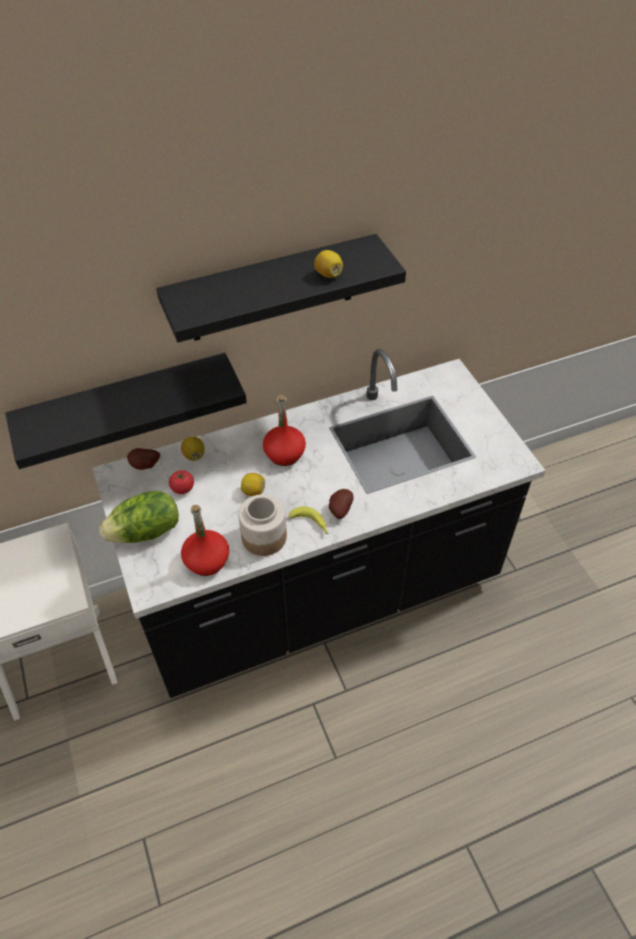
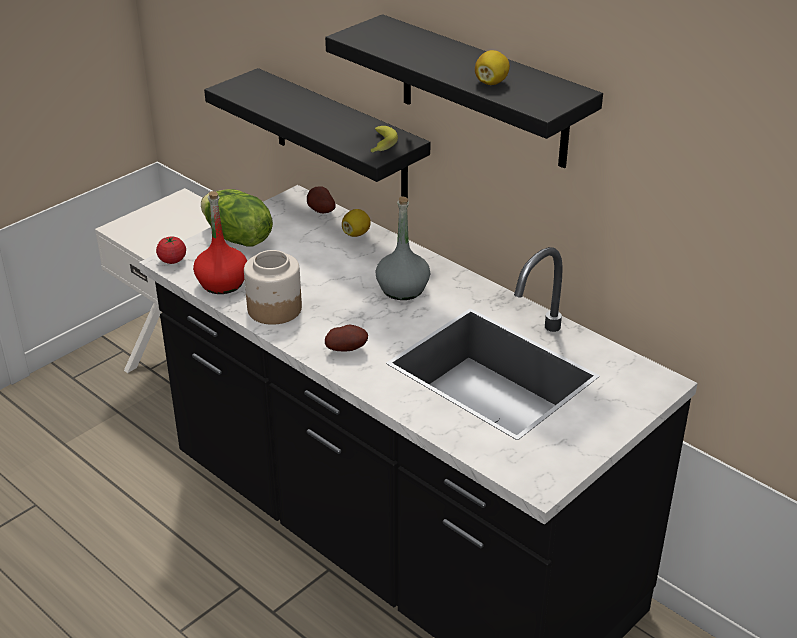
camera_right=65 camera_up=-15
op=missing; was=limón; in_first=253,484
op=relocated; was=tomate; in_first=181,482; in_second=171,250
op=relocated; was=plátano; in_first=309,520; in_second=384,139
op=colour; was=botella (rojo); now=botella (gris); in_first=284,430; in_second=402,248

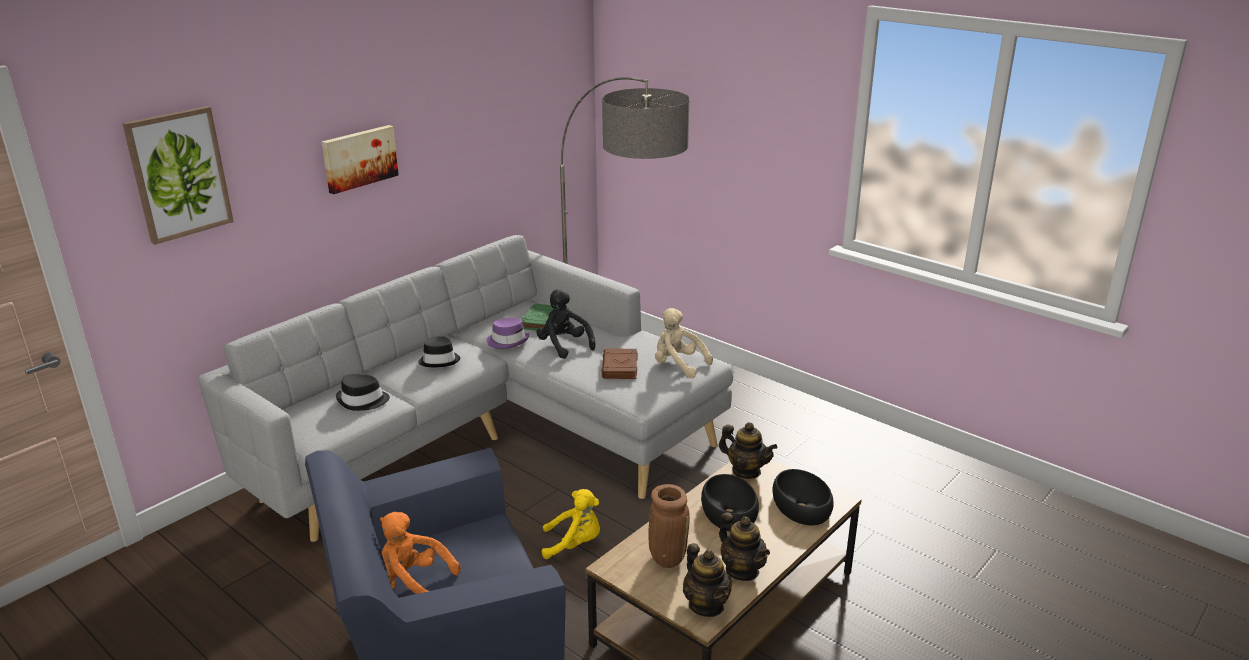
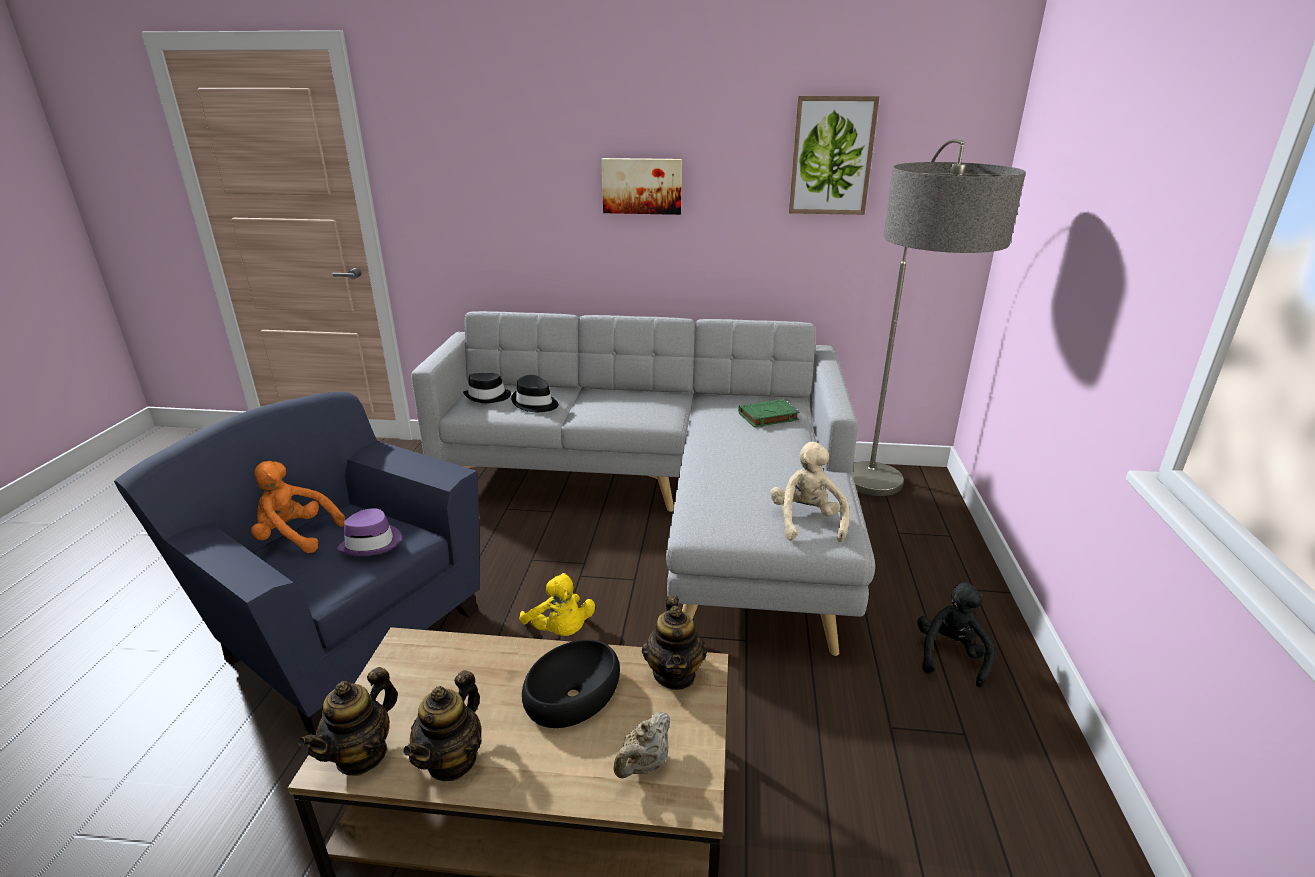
camera_right=55 camera_up=0
op=missing; was=libro (marrón); in_first=619,364
op=missing; was=florero (marrón); in_first=669,526
op=relocated; was=cuadro; in_first=178,175; in_second=834,155
op=relocated; was=sombrero (negro); in_first=439,351; in_second=487,388
op=relocated; was=sombrero (morado); in_first=508,333; in_second=370,532
op=relocated; was=peluche (negro); in_first=566,324; in_second=956,634
op=exchanged; was=cuenco (negro); now=tetera (beis); in_first=803,497; in_second=641,745
op=spun; was=peluche (naranja); in_first=420,553; in_second=298,507; clockwise=-60

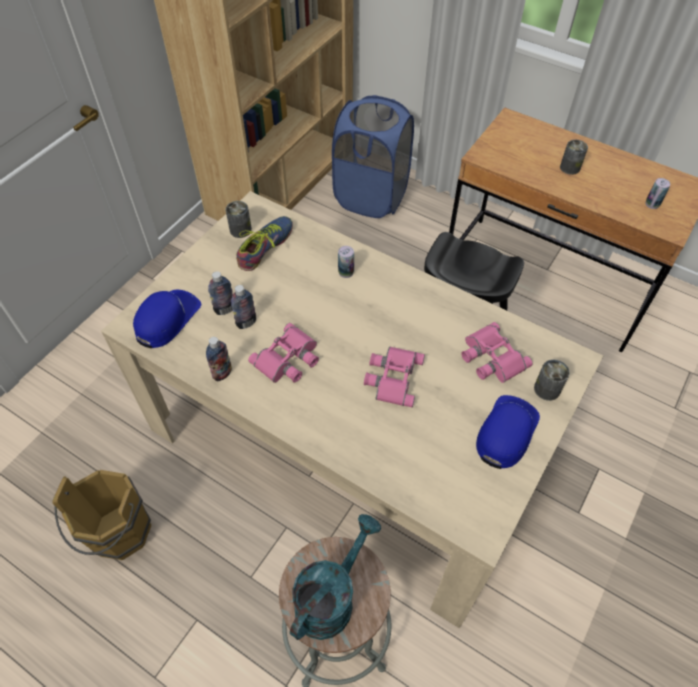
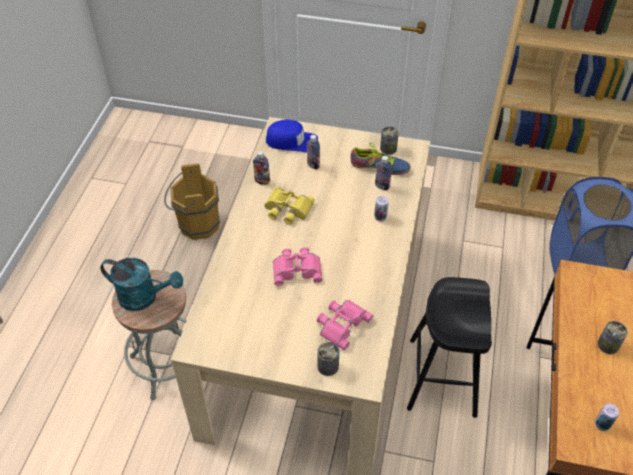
camera_right=70 camera_up=-5
op=missing; was=gorra (azul); in_first=508,432
op=relocated; was=botella; in_first=243,307; in_second=383,173
op=colour; was=prismáticos (rosa); now=prismáticos (amarillo); in_first=283,353; in_second=289,205

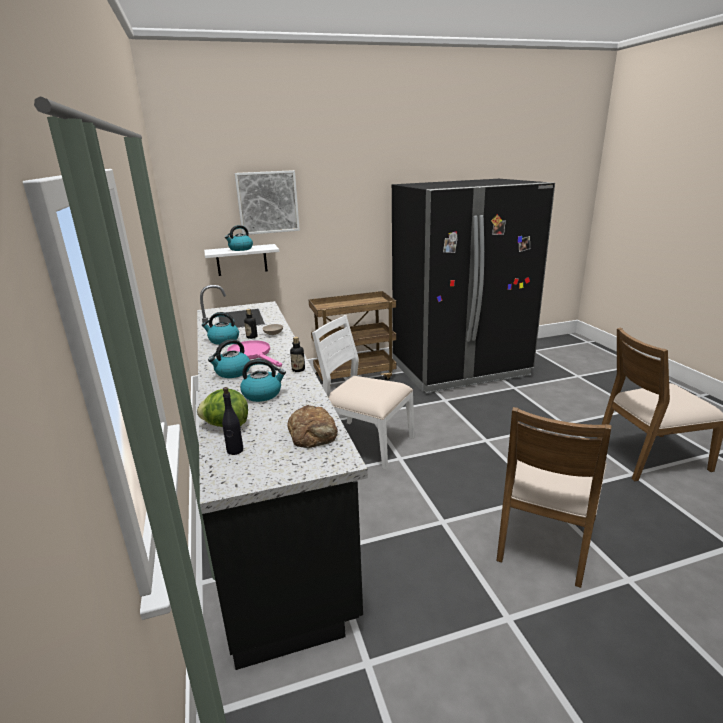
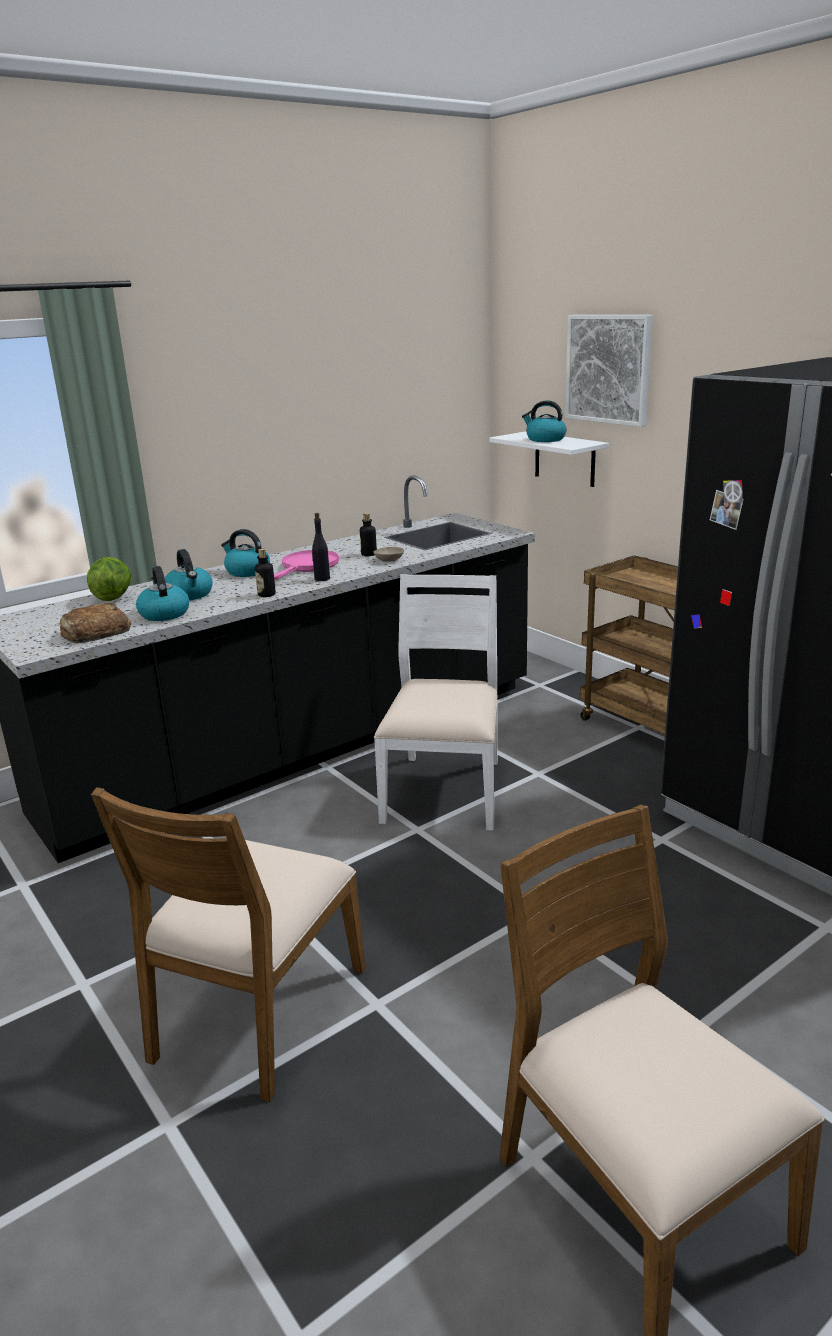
camera_right=70 camera_up=0
op=relocated; was=hervidor; in_first=220,328; in_second=162,593
op=relocated; was=botella (negro); in_first=232,421; in_second=321,547
op=spun; was=silla (marrón); in_first=554,497; in_second=228,944; clockwise=-75

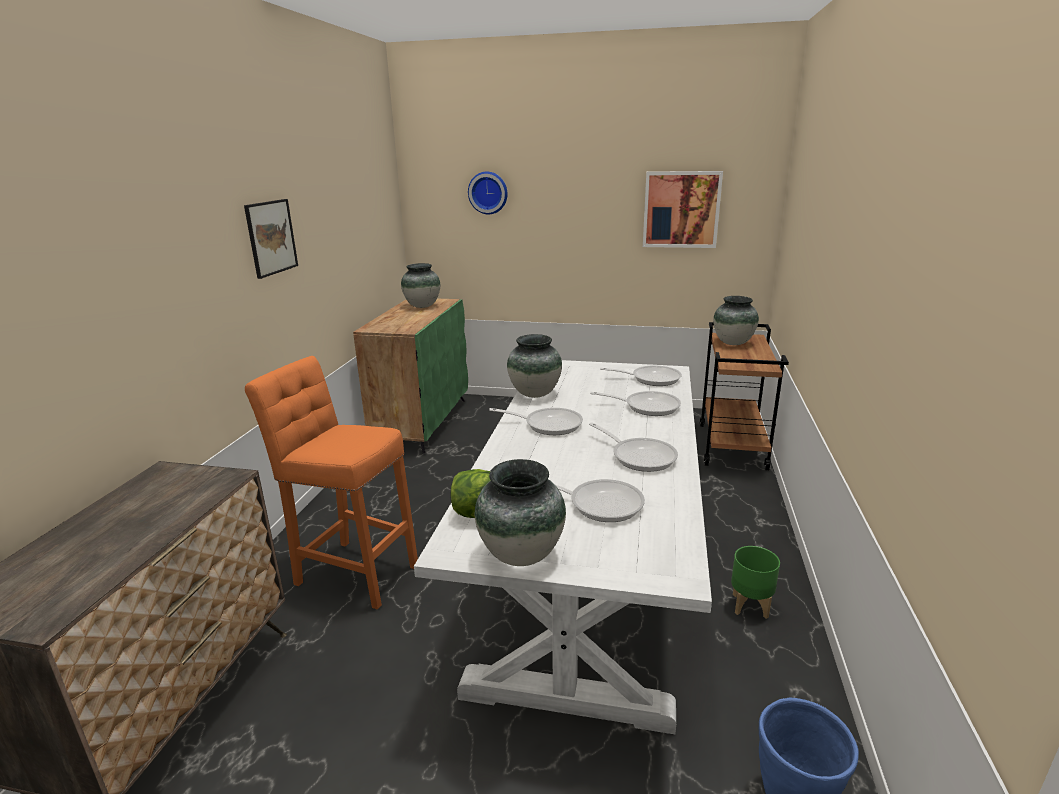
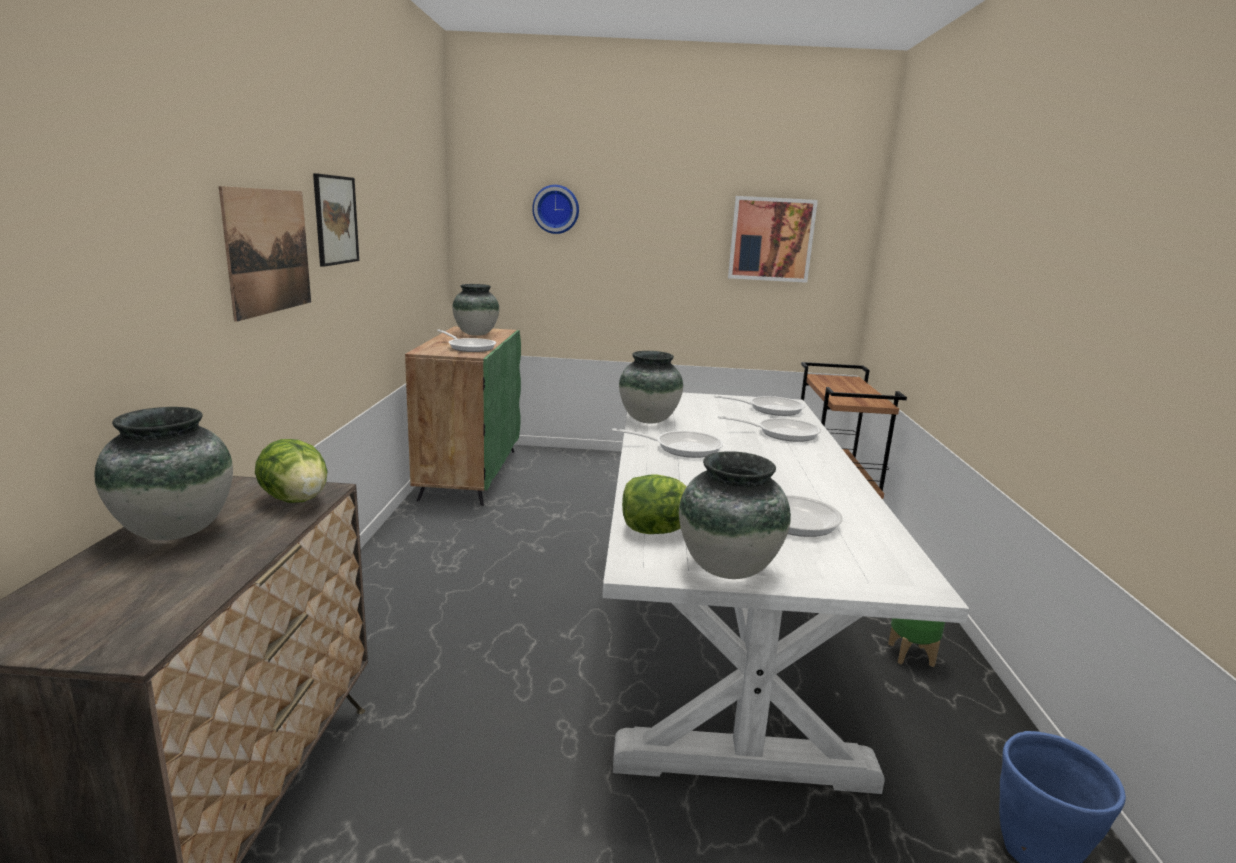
camera_right=-10 camera_up=-5
op=missing; was=taburete (naranja); in_first=331,482
op=appeared; now=cuadro; in_second=265,254
op=appeared; now=lechuga; in_second=291,471
op=relocated; was=sartén; in_first=633,447; in_second=466,340
op=relocated; was=florero; in_first=736,320; in_second=163,473

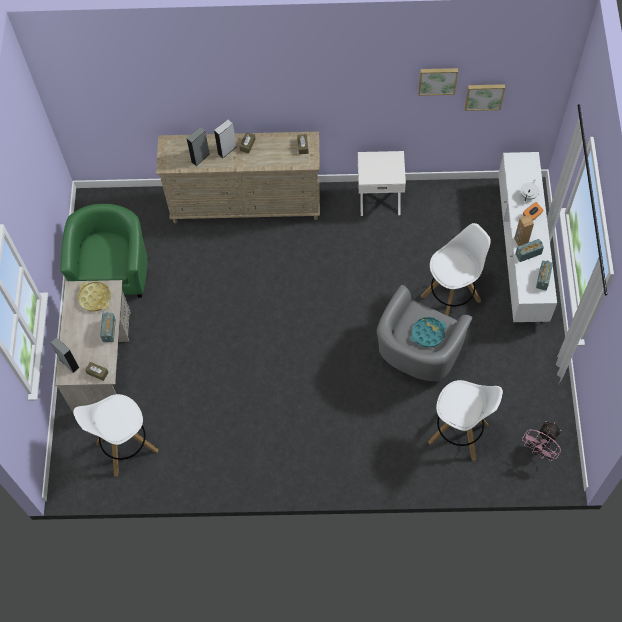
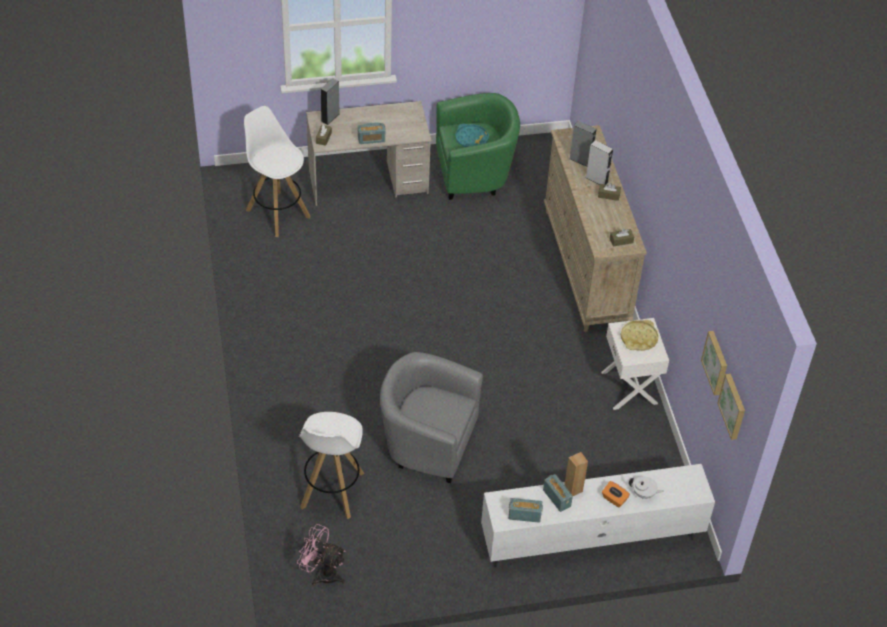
camera_right=75 camera_up=-15
op=missing; was=taburete (blanco); in_first=456,269
op=relocated; was=bandeja (amarillo); in_first=94,296; in_second=639,335
op=relocated; was=bandeja (turquesa); in_first=428,332; in_second=472,135
op=relocated; was=cuadro; in_first=438,82; in_second=731,407

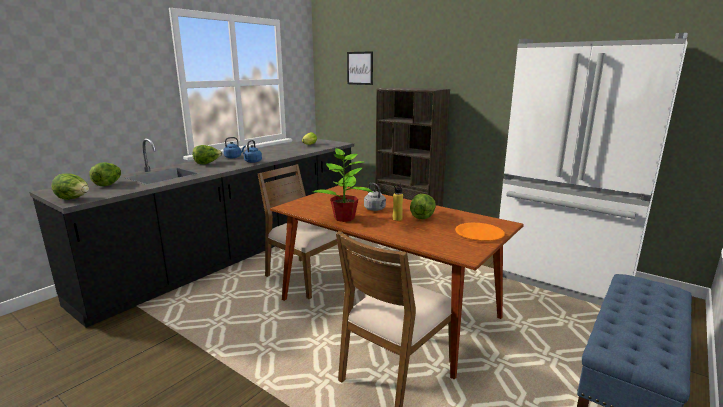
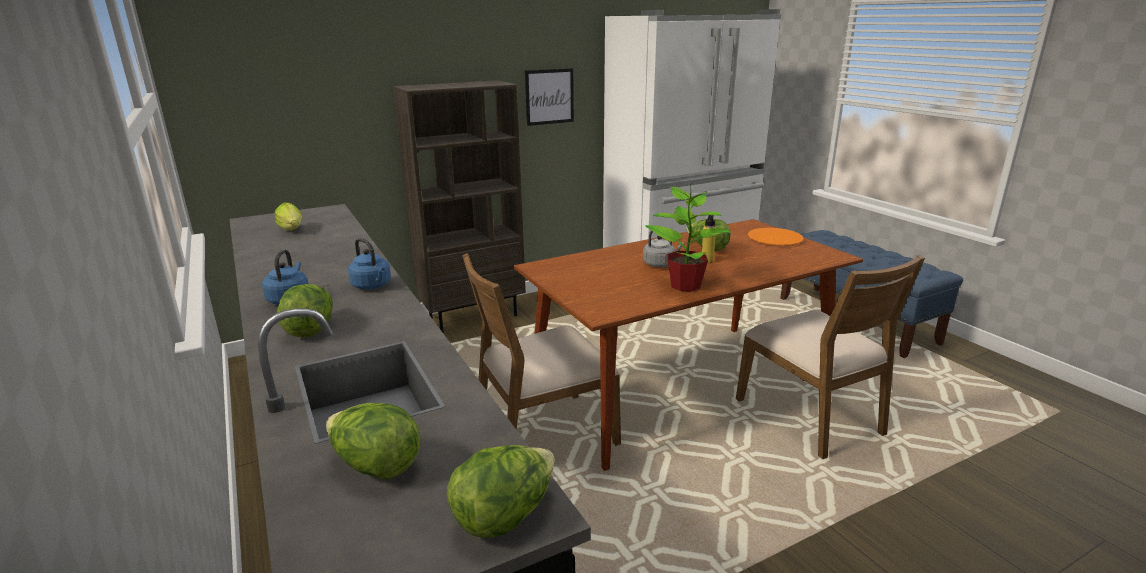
camera_right=-65 camera_up=5
op=relocated; was=cuadro; in_first=360,68; in_second=549,97

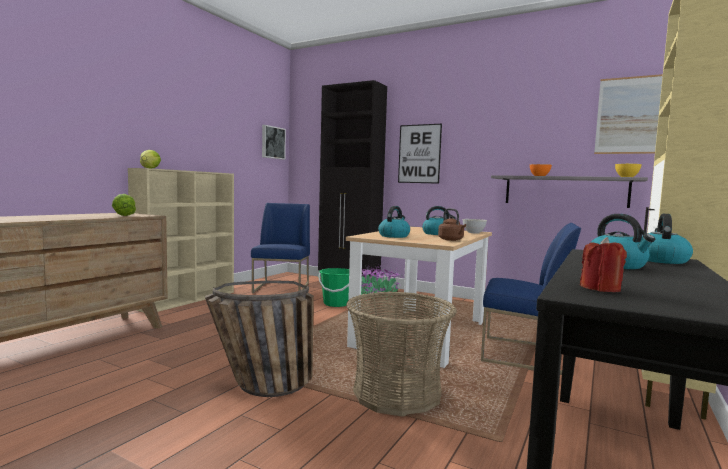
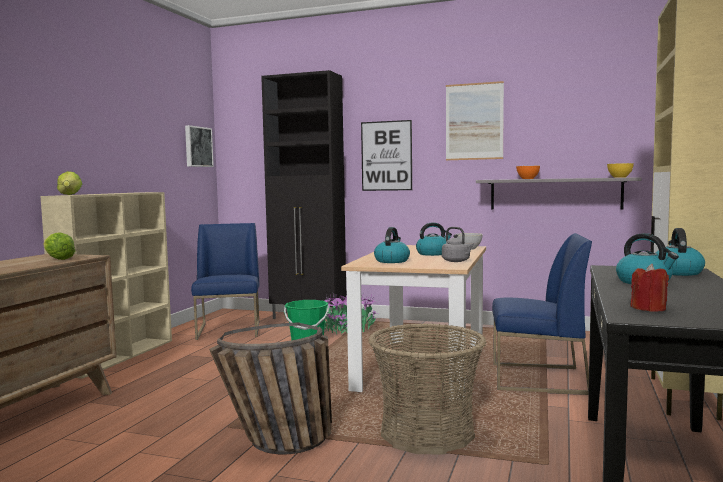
camera_right=-10 camera_up=0
op=relocated; was=cuadro; in_first=628,114; in_second=475,120
op=colour; was=hervidor (marrón); now=hervidor (gris); in_first=452,224; in_second=458,244

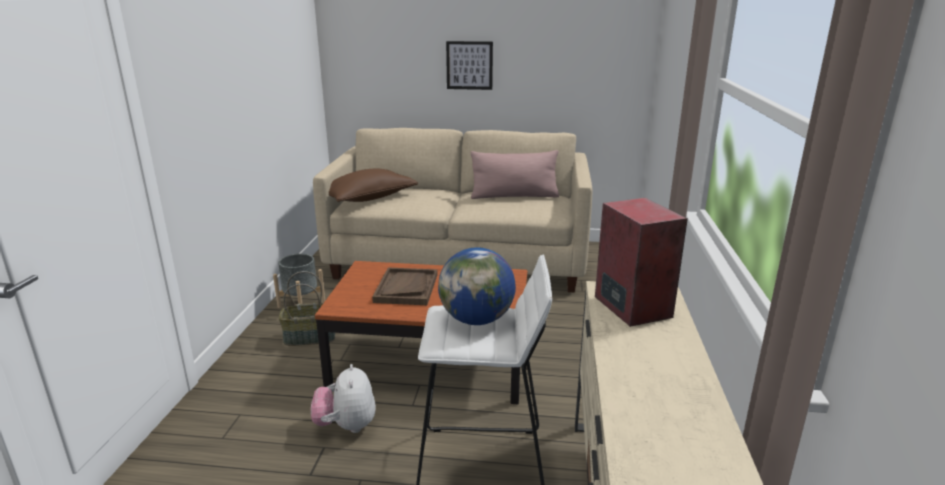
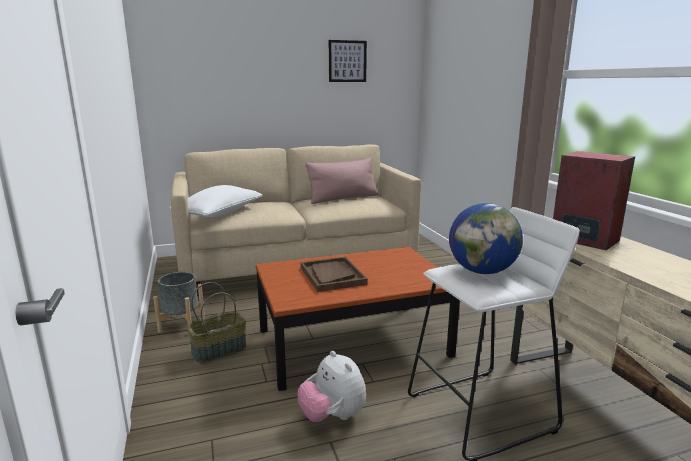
camera_right=-25 camera_up=-5
op=relocated; was=cuadro; in_first=469,65; in_second=348,61
op=colour; was=cojín (marrón); now=cojín (blanco); in_first=373,185; in_second=215,201

